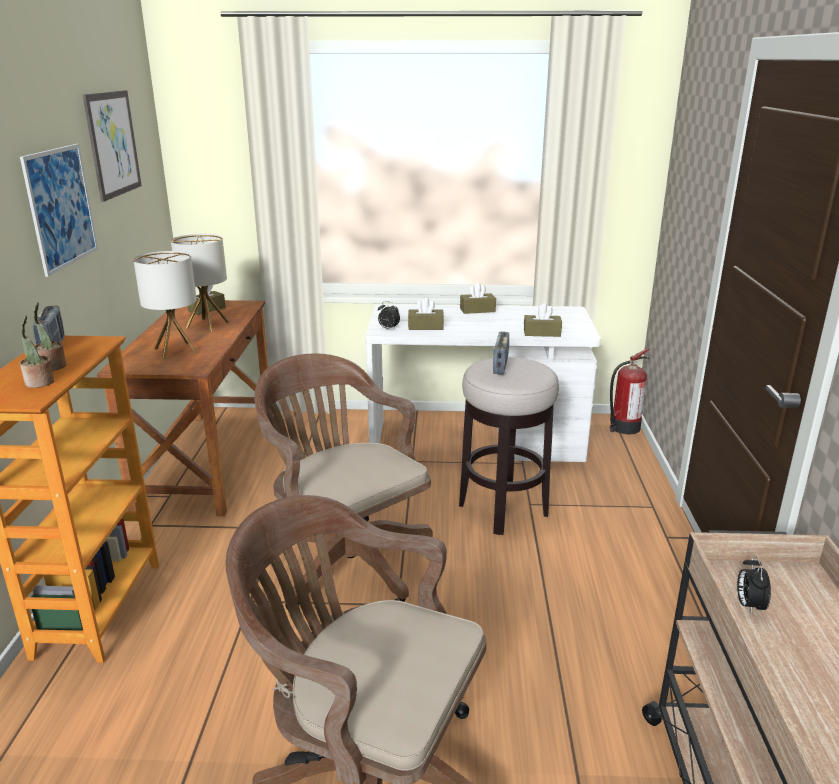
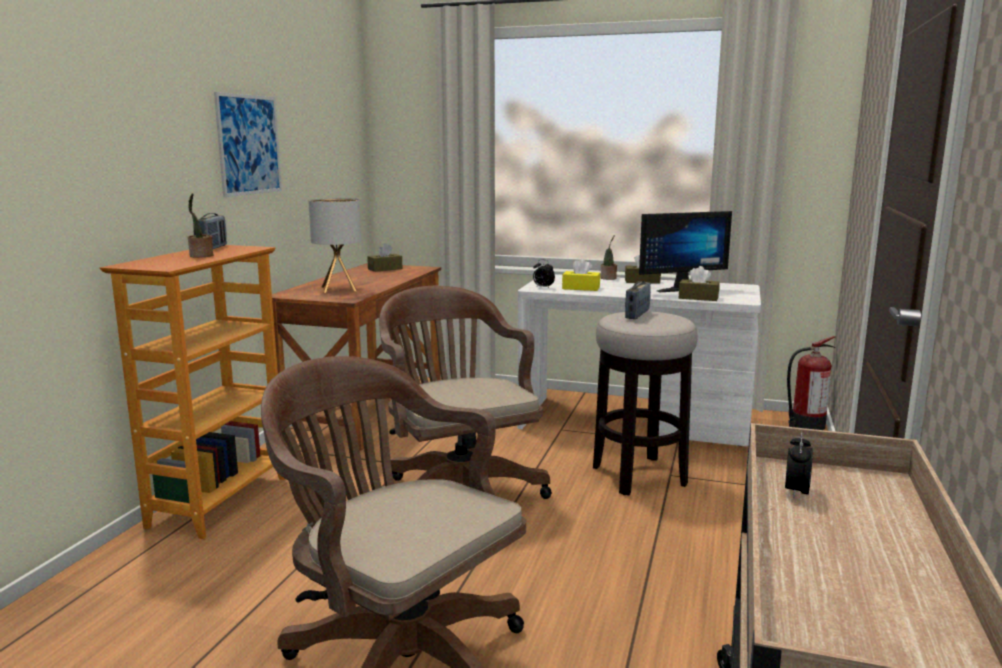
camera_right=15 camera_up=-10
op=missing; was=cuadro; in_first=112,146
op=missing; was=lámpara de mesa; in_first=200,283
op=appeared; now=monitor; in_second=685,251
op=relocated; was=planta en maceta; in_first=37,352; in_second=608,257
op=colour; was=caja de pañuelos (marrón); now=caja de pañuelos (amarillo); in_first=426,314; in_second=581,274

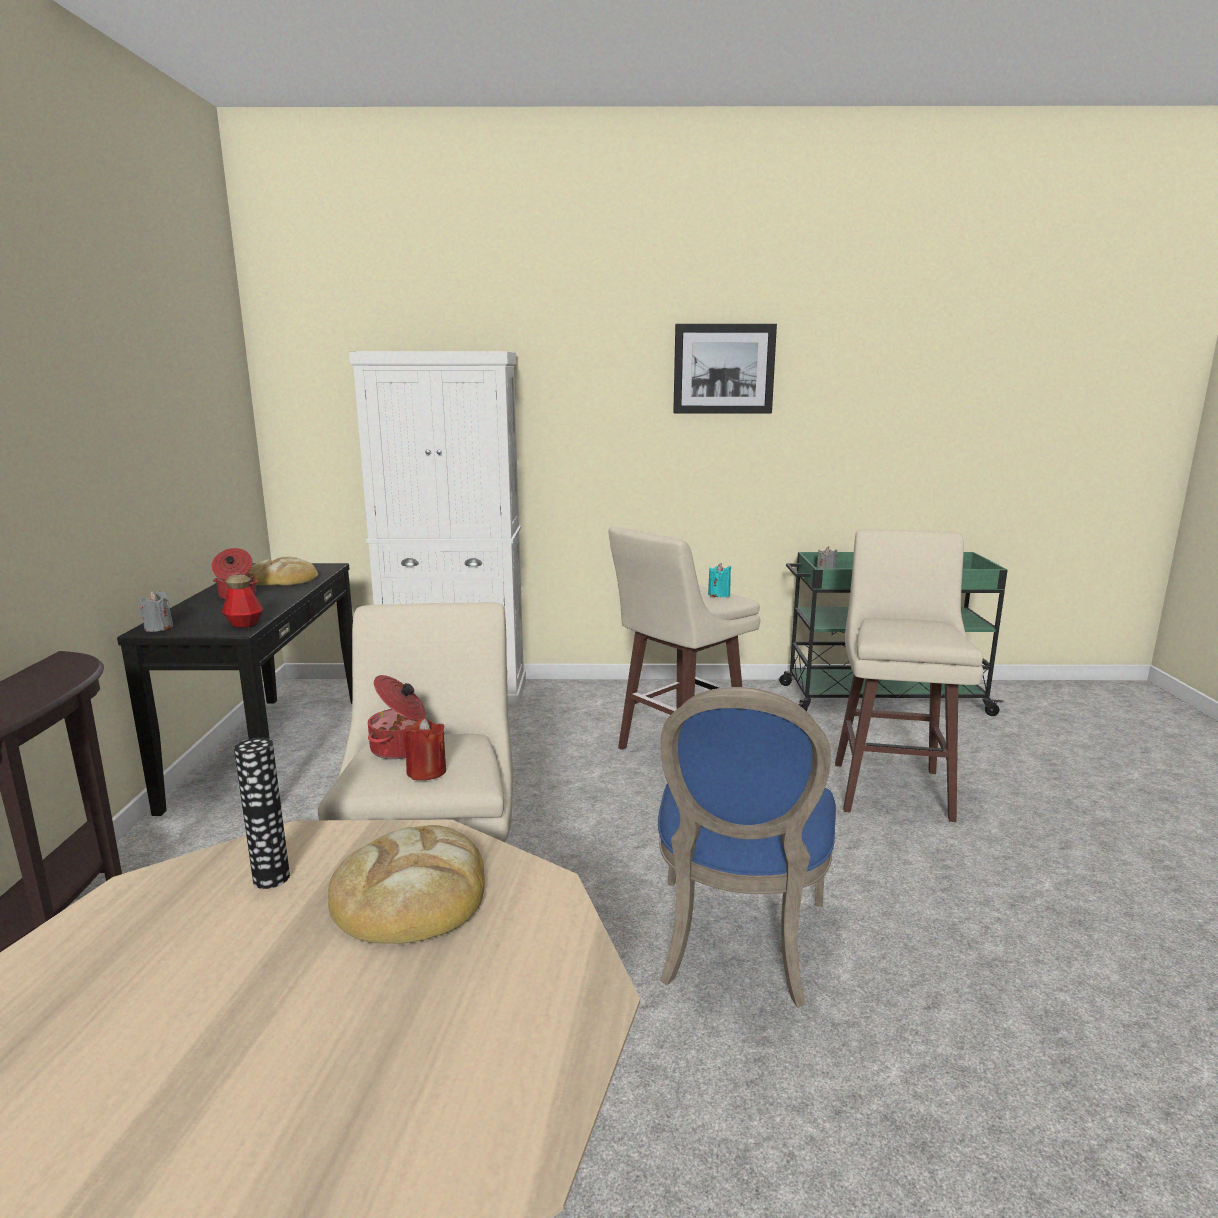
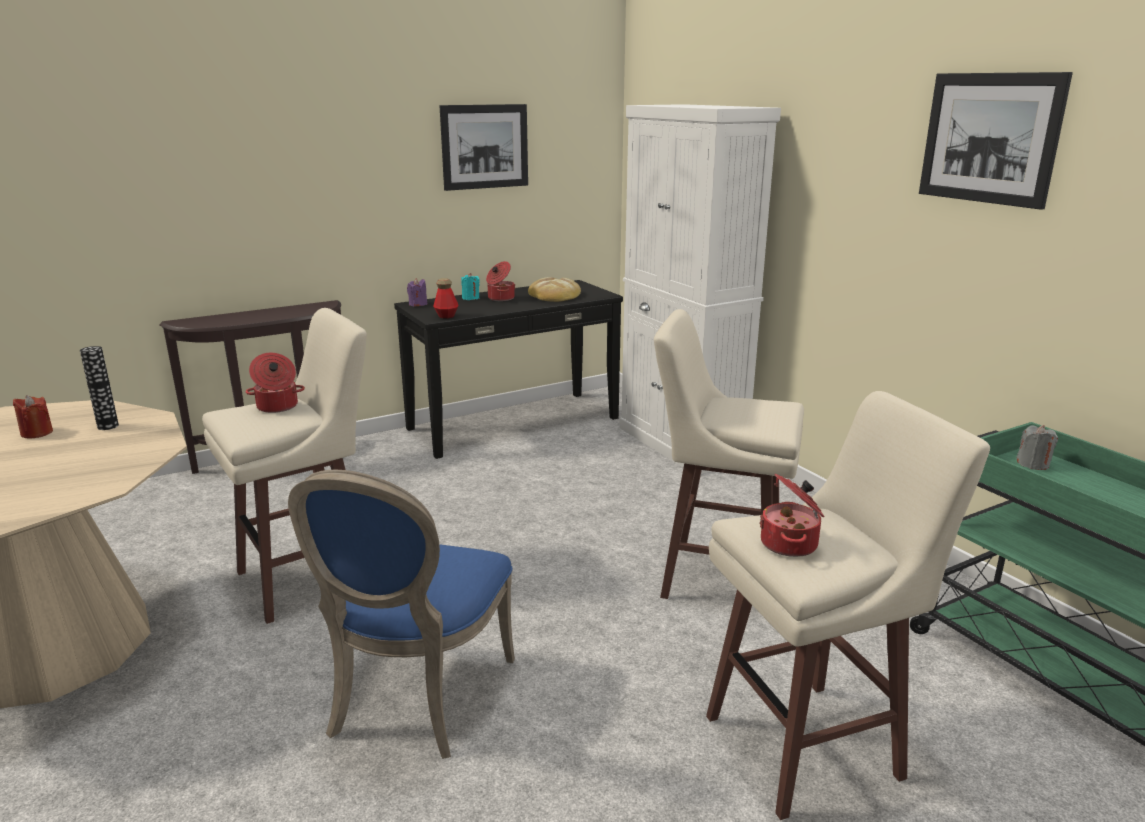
camera_right=60 camera_up=5
op=missing; was=pan; in_first=406,884
op=appeared; now=cuadro; in_second=484,147
op=appeared; now=olla; in_second=791,515
op=relocated; was=vela (rojo); in_first=424,749; in_second=33,416
op=relocated; was=vela (turquesa); in_first=719,580; in_second=470,286
op=colour; was=vela (gris); now=vela (morado); in_first=156,611; in_second=417,292
op=spun; was=silla (azul); in_first=747,847; in_second=401,614; clockwise=-60

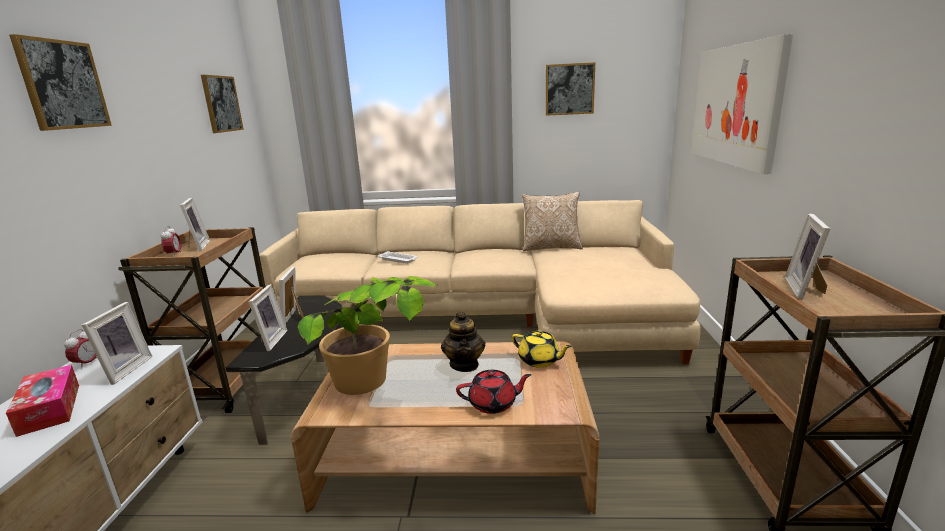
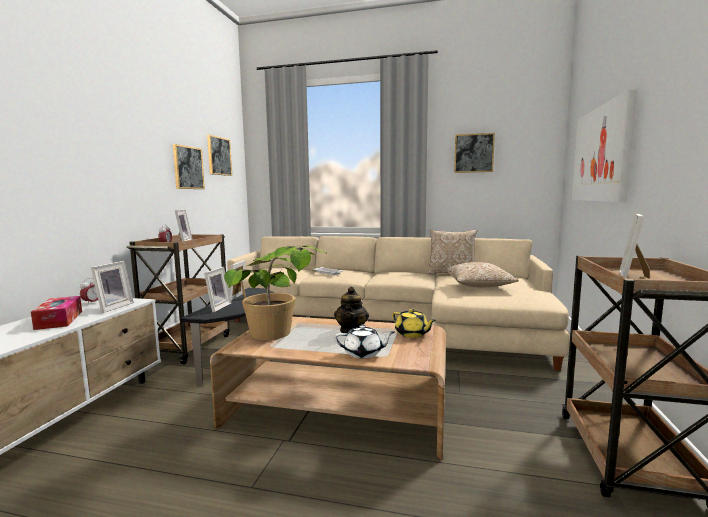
camera_right=10 camera_up=-10
op=appeared; now=cojín; in_second=483,274
op=relocated; was=cuadro; in_first=60,82; in_second=189,166
op=colour; was=tetera (rojo); now=tetera (blanco); in_first=494,392; in_second=364,342

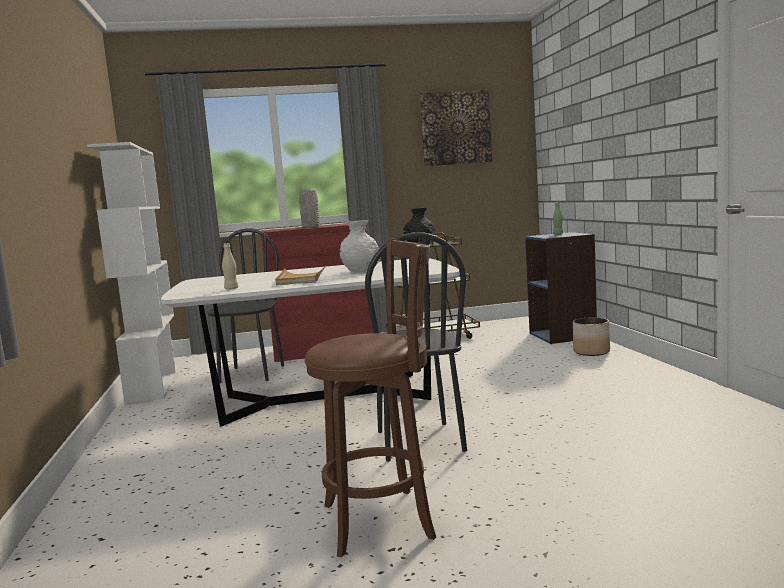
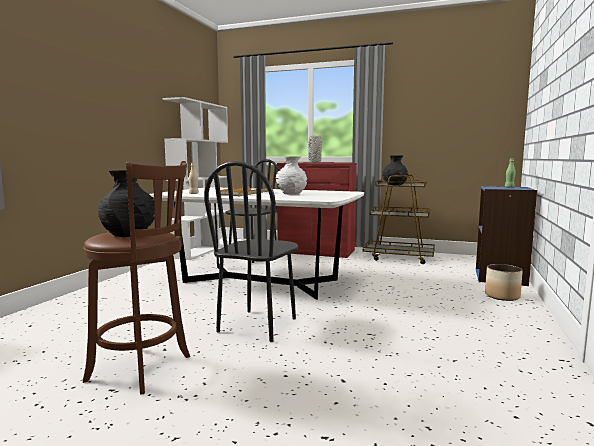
camera_right=30 camera_up=0
op=missing; was=cuadro; in_first=455,128
op=appeared; now=florero (negro); in_second=126,203

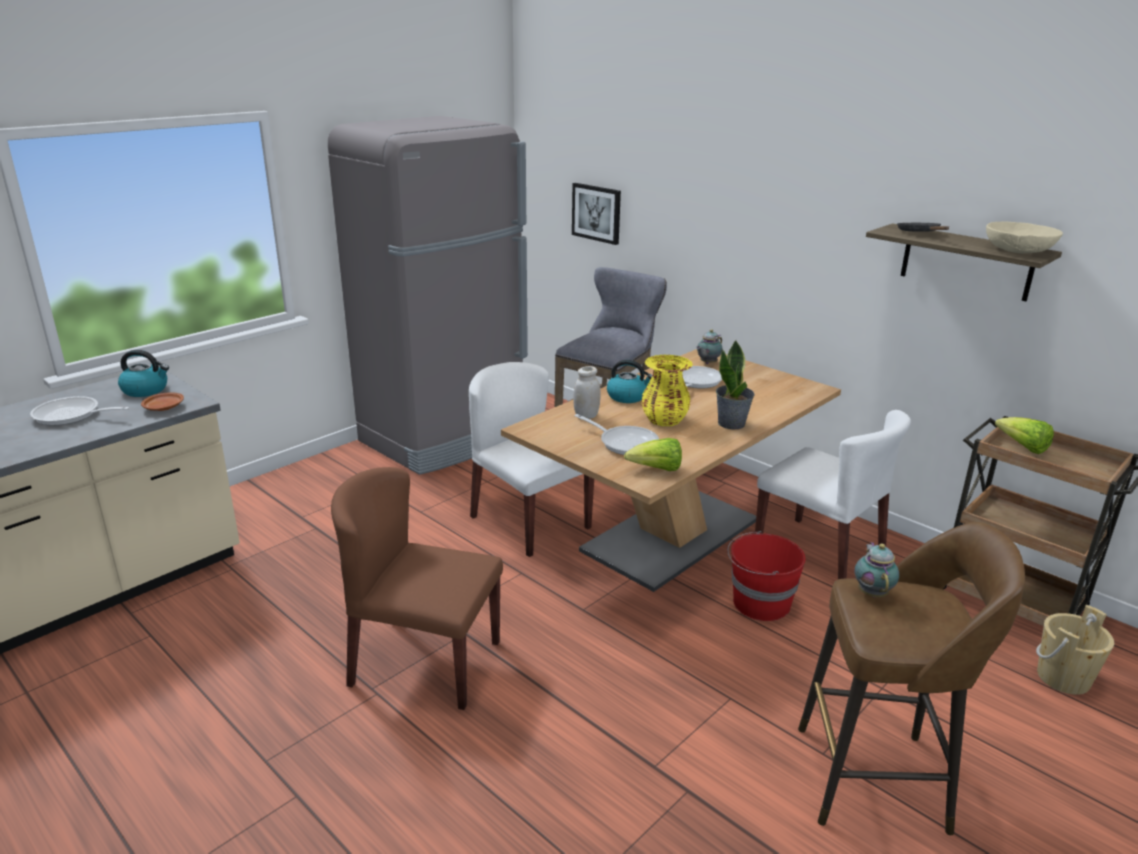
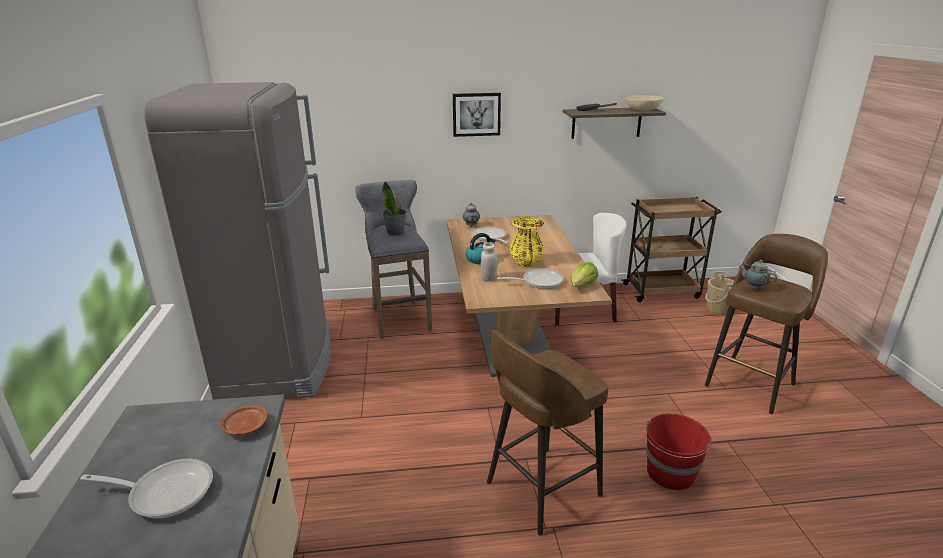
camera_right=-50 camera_up=0
op=missing; was=hervidor; in_first=143,373
op=missing; was=silla (blanco); in_first=531,459
op=missing; was=lechuga; in_first=1024,435
op=relocated; was=cuadro; in_first=596,214; in_second=477,115
op=relocated; was=planta en maceta; in_first=735,384; in_second=394,208
op=relocated; was=cubo (rojo); in_first=766,576; in_second=677,451
op=exchanged; was=silla (marrón); now=taburete (marrón); in_first=417,588; in_second=547,433
op=spun; was=sartén; in_first=80,411; in_second=146,489; clockwise=-135

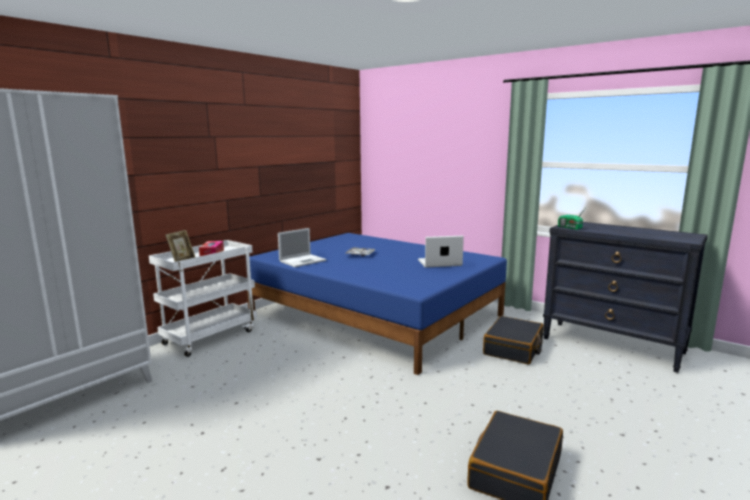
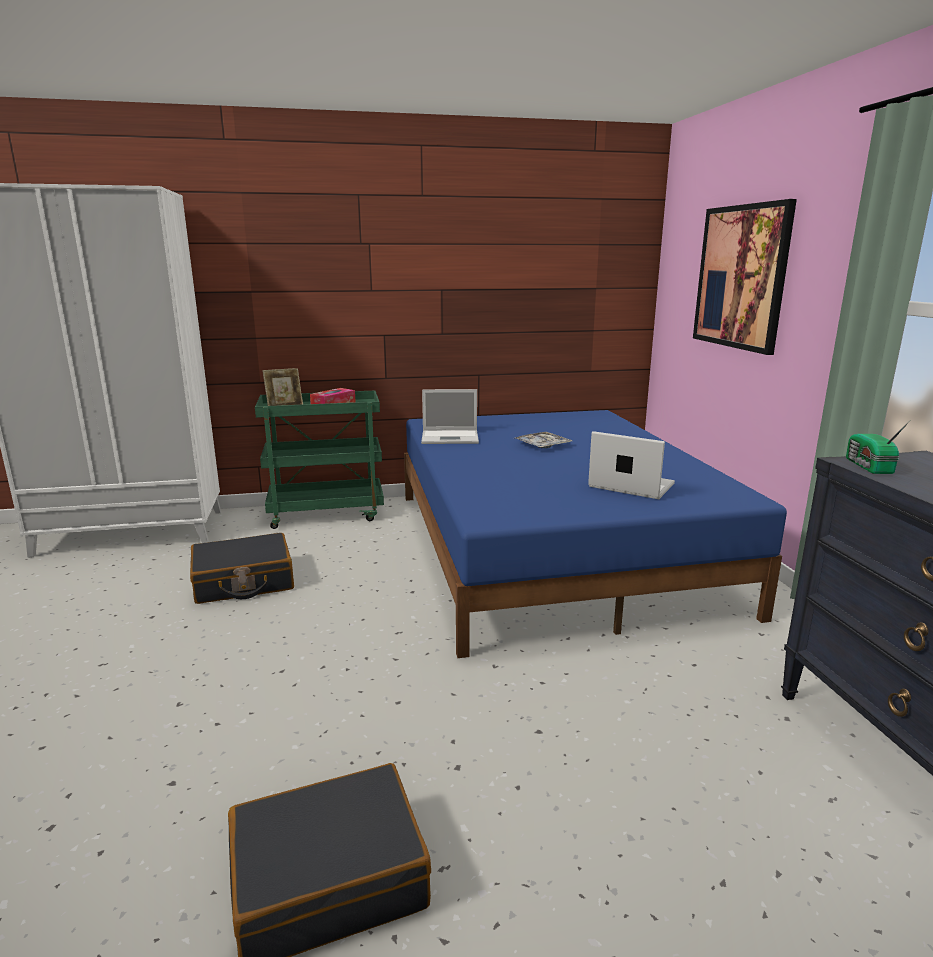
camera_right=40 camera_up=5
op=appeared; now=cuadro; in_second=745,277
op=relocated; was=maleta (negro); in_first=513,340; in_second=242,568
op=colour; was=carrito (blanco); now=carrito (verde); in_first=203,298; in_second=319,460

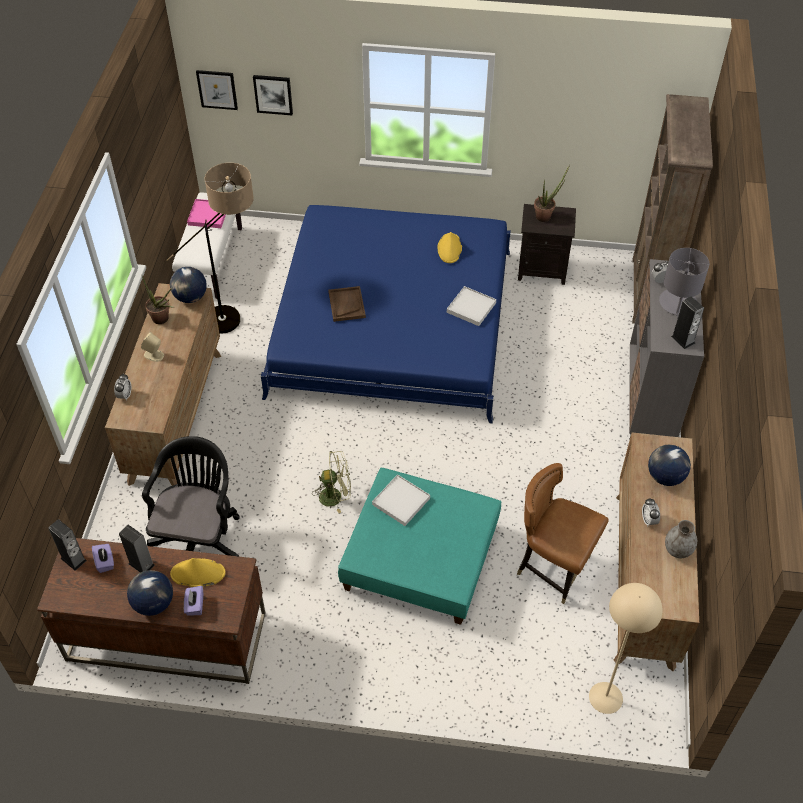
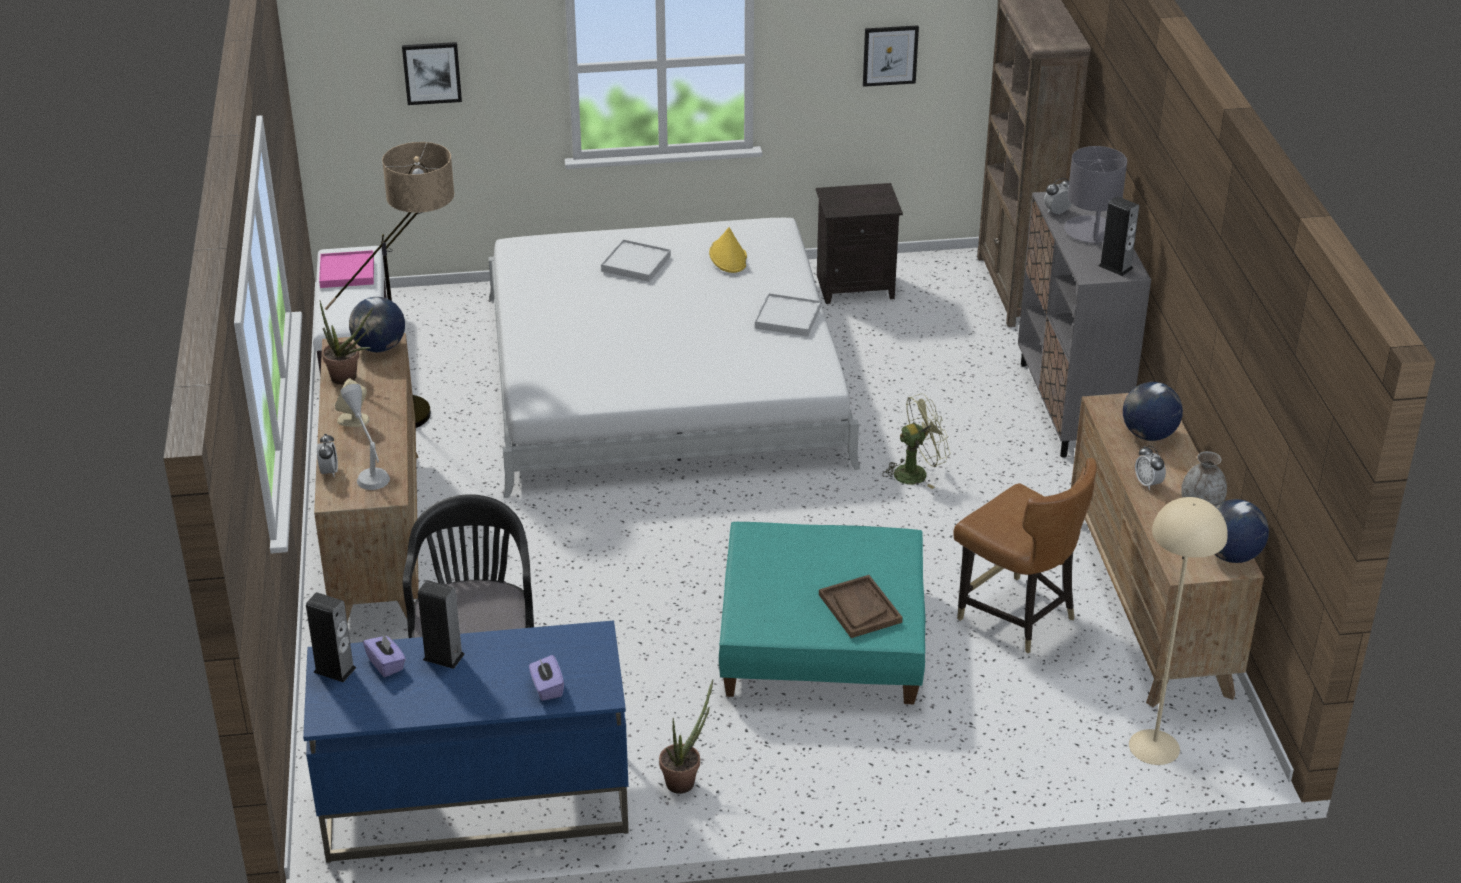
camera_right=-15 camera_up=-15
op=missing; was=sombrero (amarillo); in_first=198,572
op=appeared; now=lámpara de mesa (gris); in_second=365,437
op=relocated; was=globo terráqueo; in_first=150,593; in_second=1241,531
op=relocated; was=cuadro; in_first=217,90; in_second=891,56
op=relocated; was=ventilador (verde); in_first=331,482; in_second=916,441
op=relocated; was=bandeja (marrón); in_first=347,304; in_second=861,606
op=relocated; was=bandeja (blanco); in_first=401,500; in_second=636,260
op=relocated; was=planta en maceta; in_first=552,193; in_second=686,736
op=colour; was=escritorio (marrón); now=escritorio (azul); in_first=151,611; in_second=466,741
op=colour; was=cama (azul); now=cama (blanco); in_first=386,314; in_second=674,358
op=spun; was=silla (marrón); in_first=562,533; in_second=1025,555; clockwise=-150

